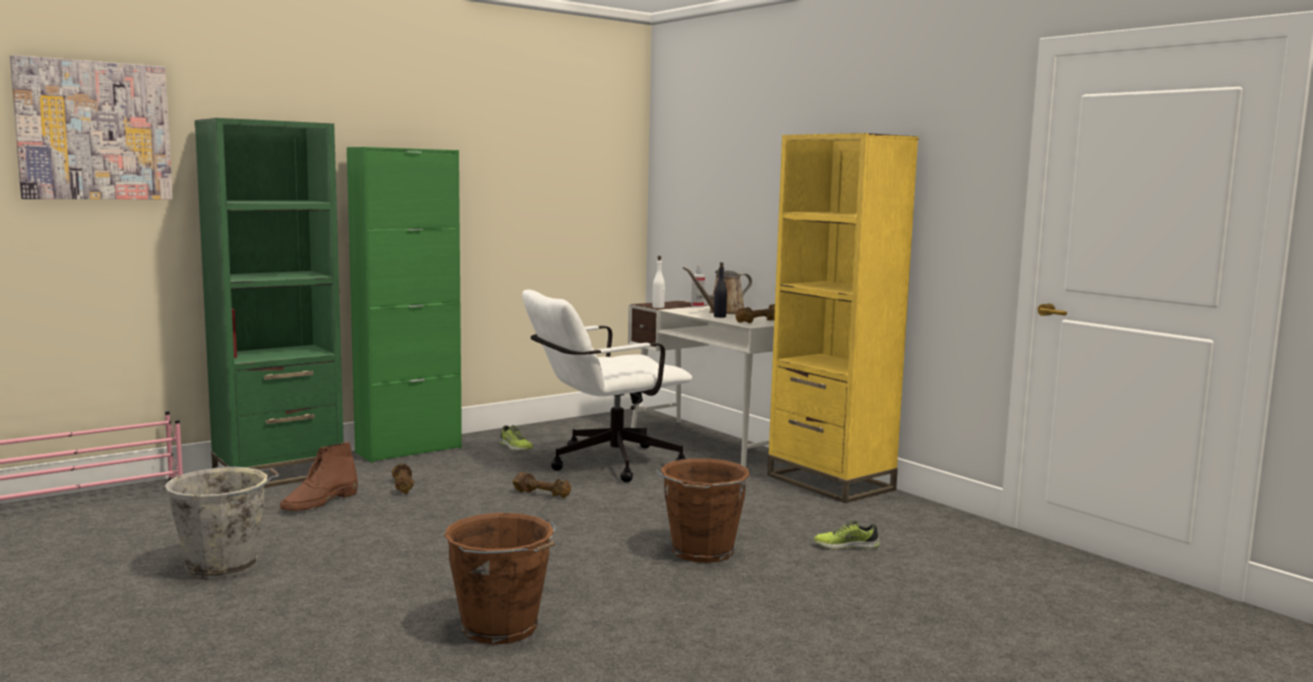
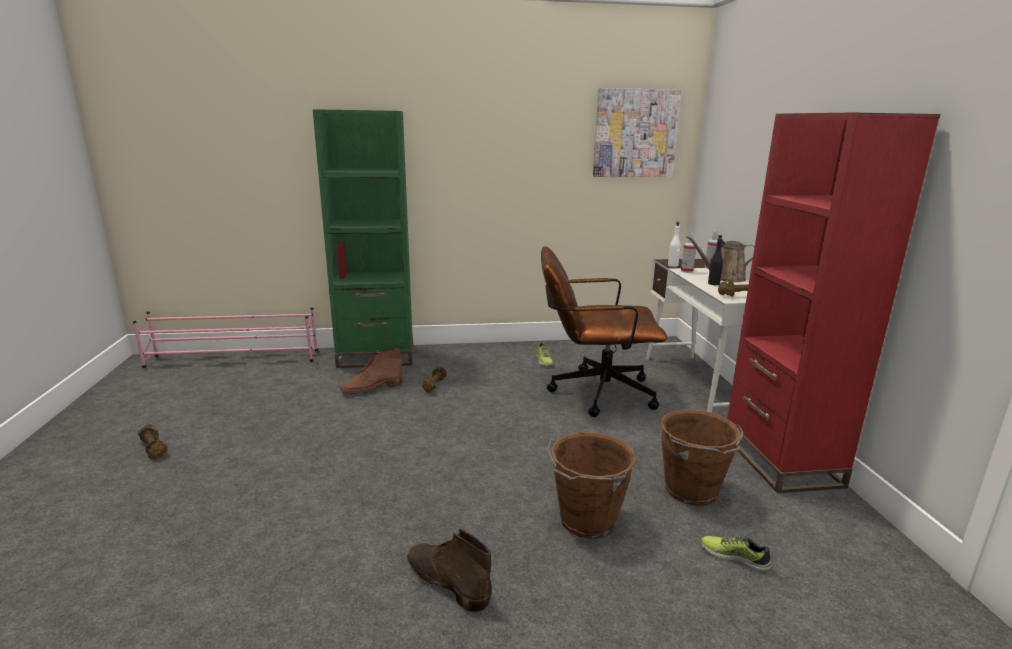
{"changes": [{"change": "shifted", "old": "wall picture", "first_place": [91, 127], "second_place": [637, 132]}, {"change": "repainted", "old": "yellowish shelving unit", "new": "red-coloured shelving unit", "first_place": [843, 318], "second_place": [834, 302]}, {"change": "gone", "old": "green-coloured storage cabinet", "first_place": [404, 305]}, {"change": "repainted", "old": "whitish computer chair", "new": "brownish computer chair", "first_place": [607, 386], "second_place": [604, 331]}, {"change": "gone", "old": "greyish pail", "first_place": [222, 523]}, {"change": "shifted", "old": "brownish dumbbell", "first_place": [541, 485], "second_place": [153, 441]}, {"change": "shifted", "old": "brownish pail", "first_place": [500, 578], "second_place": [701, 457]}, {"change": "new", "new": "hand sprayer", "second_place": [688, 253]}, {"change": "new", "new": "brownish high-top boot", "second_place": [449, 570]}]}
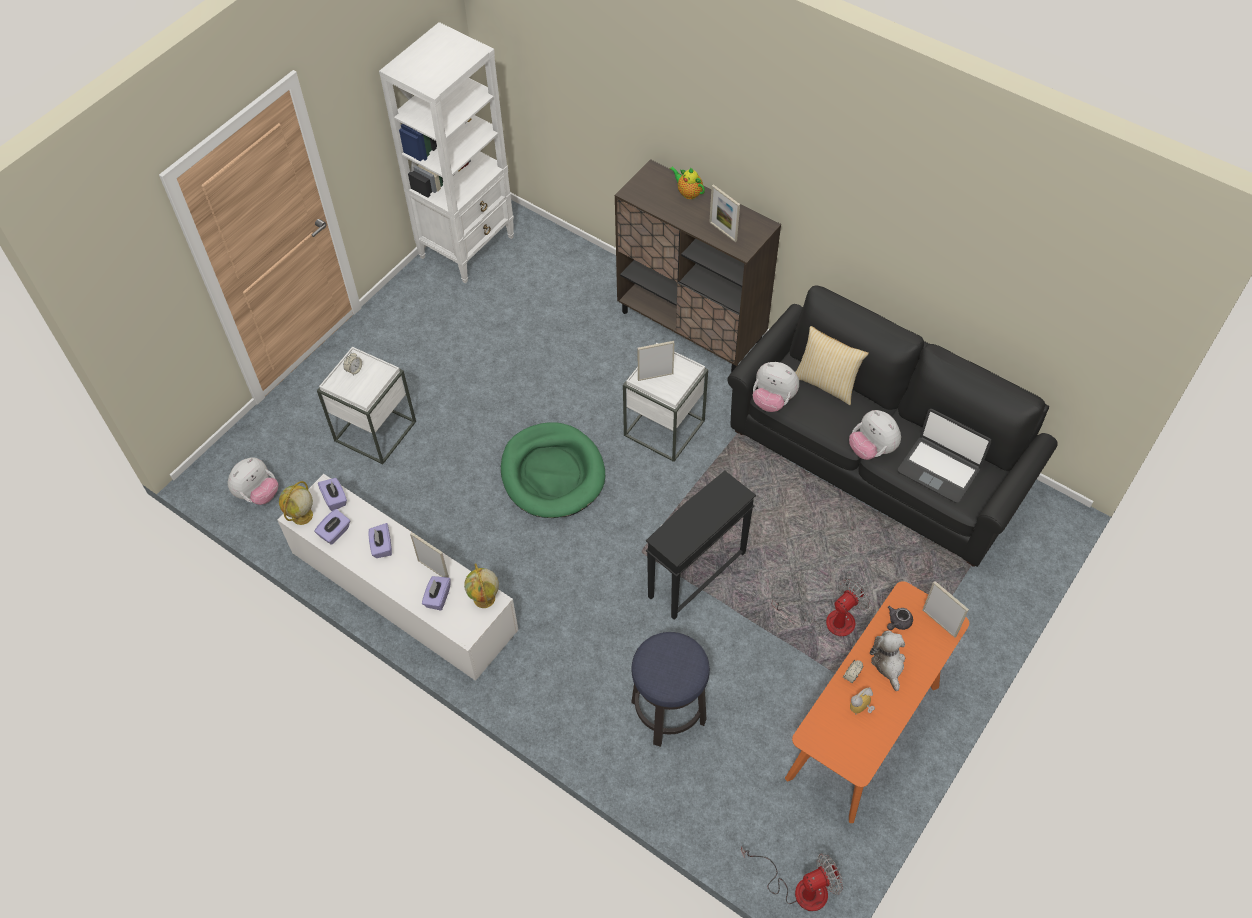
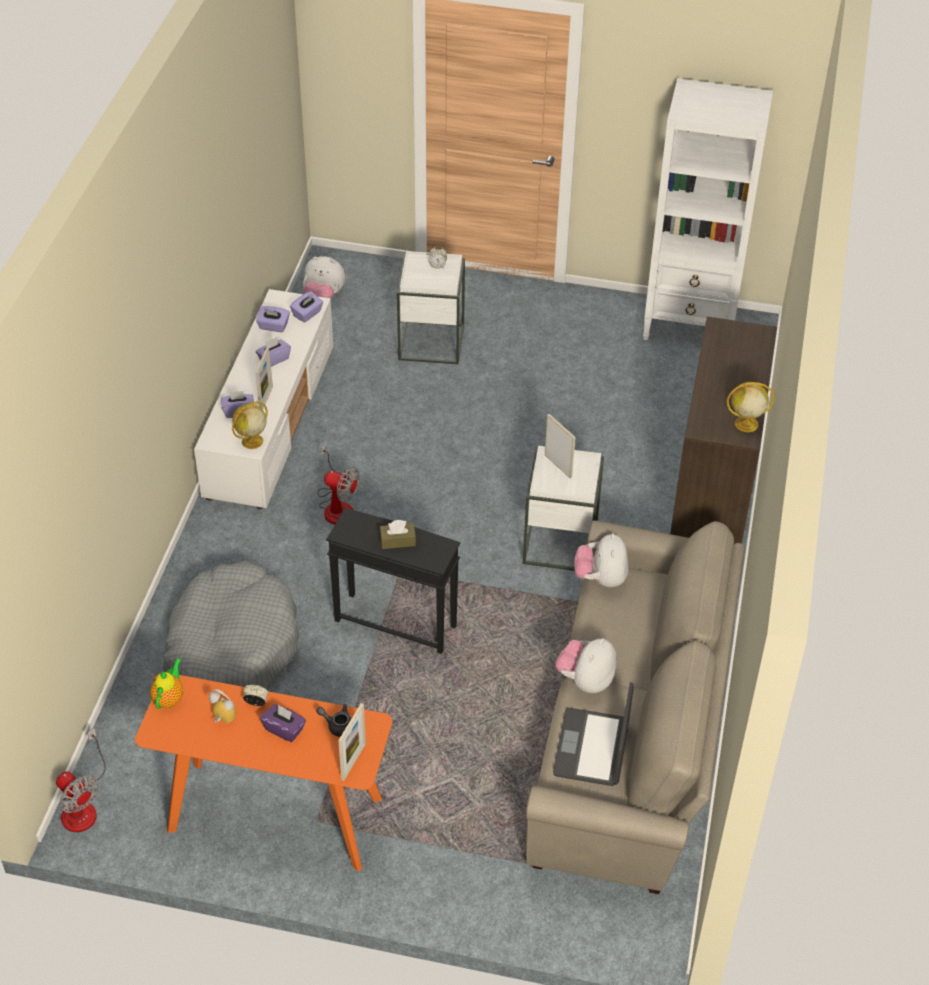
{"changes": [{"change": "shifted", "old": "pot for tea", "first_place": [687, 183], "second_place": [166, 683]}, {"change": "gone", "old": "picture frame", "first_place": [724, 213]}, {"change": "repainted", "old": "black-coloured settee", "new": "beige-coloured settee", "first_place": [892, 426], "second_place": [635, 707]}, {"change": "gone", "old": "pillow", "first_place": [832, 365]}, {"change": "gone", "old": "green-coloured pet bed", "first_place": [553, 470]}, {"change": "shifted", "old": "desk globe", "first_place": [296, 503], "second_place": [751, 407]}, {"change": "shifted", "old": "fan", "first_place": [820, 607], "second_place": [338, 484]}, {"change": "swapped", "old": "plush toy", "new": "purple-coloured box of tissues", "first_place": [887, 660], "second_place": [283, 723]}, {"change": "swapped", "old": "sitting stool", "new": "greyish pet bed", "first_place": [670, 689], "second_place": [231, 625]}, {"change": "new", "new": "brownish box of tissues", "second_place": [398, 534]}]}
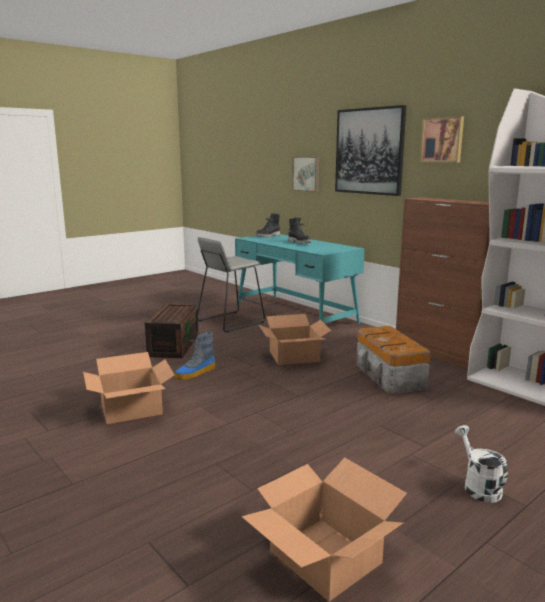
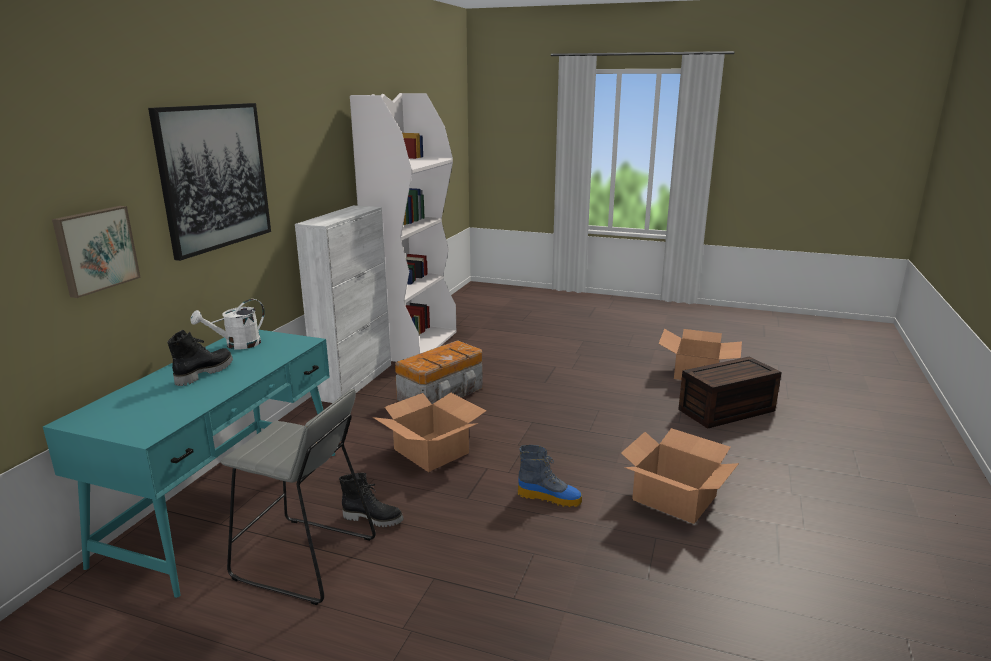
{"changes": [{"change": "gone", "old": "wall picture", "first_place": [442, 139]}, {"change": "repainted", "old": "brownish storage cabinet", "new": "whitish storage cabinet", "first_place": [443, 282], "second_place": [343, 304]}, {"change": "shifted", "old": "black-coloured high-top boot", "first_place": [268, 225], "second_place": [371, 500]}, {"change": "shifted", "old": "brownish storage box", "first_place": [172, 330], "second_place": [730, 393]}, {"change": "shifted", "old": "whitish watering pot", "first_place": [481, 464], "second_place": [227, 324]}]}
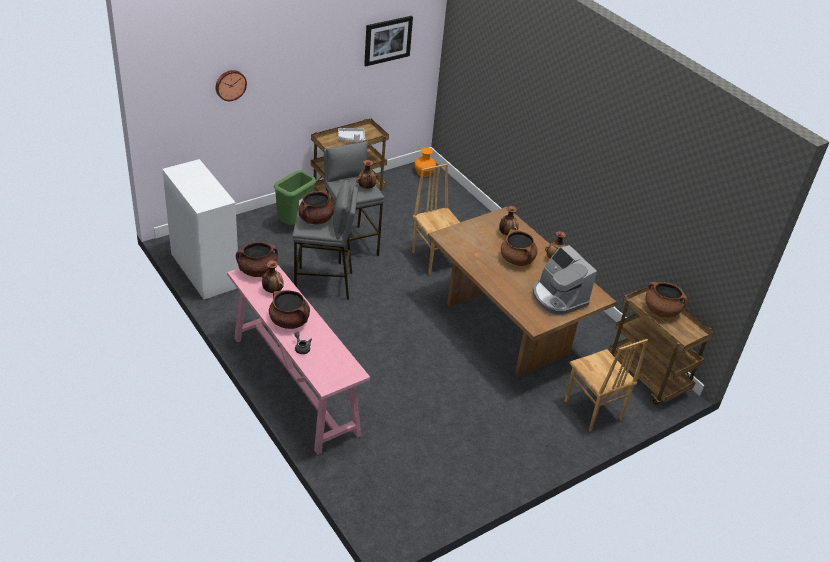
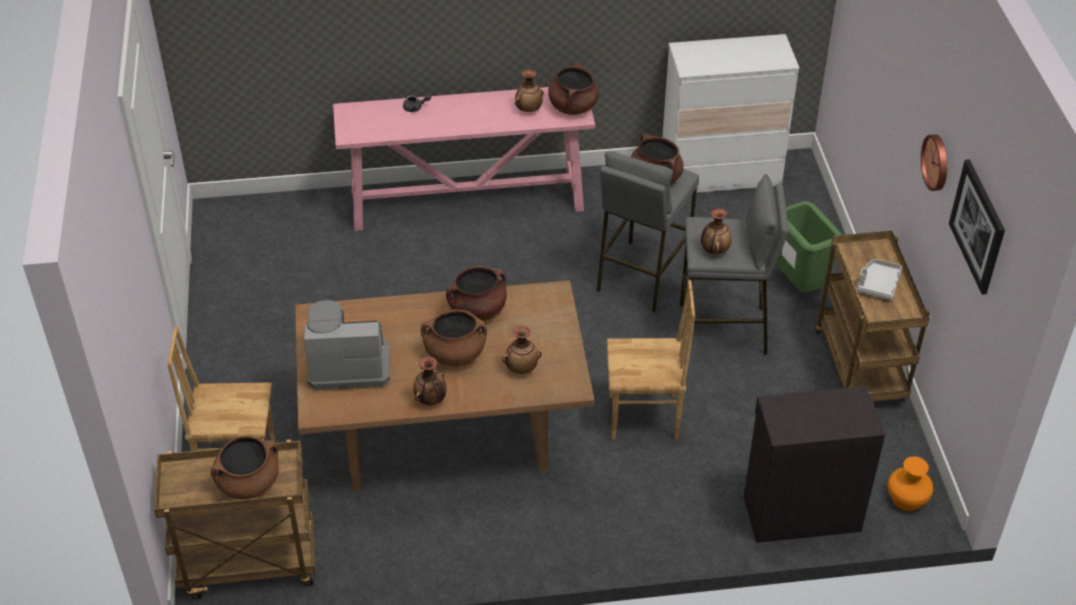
{"changes": [{"change": "shifted", "old": "clock on the wall", "first_place": [231, 85], "second_place": [934, 162]}, {"change": "shifted", "old": "brownish stockpot", "first_place": [289, 309], "second_place": [476, 293]}, {"change": "new", "new": "black-coloured storage cabinet", "second_place": [814, 464]}]}
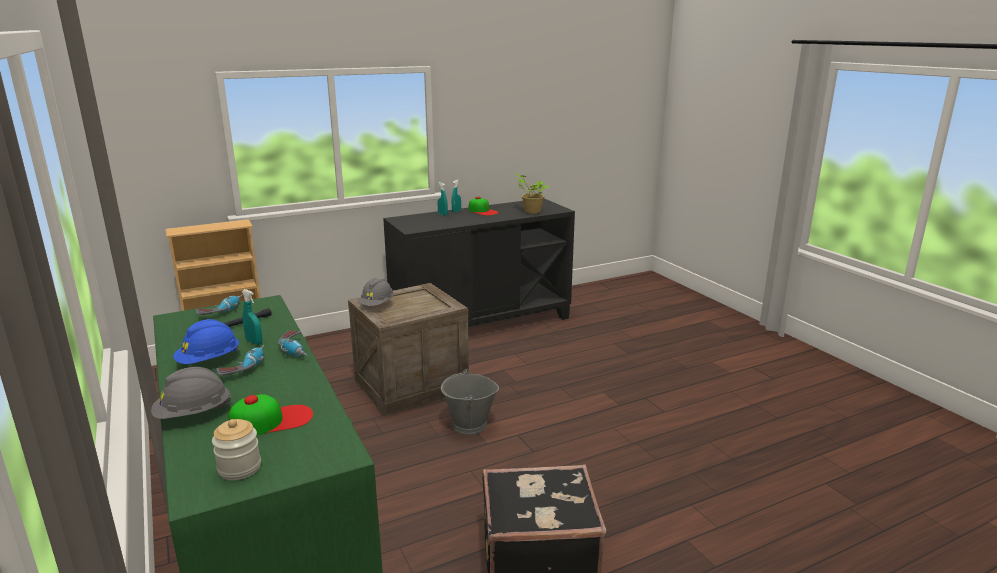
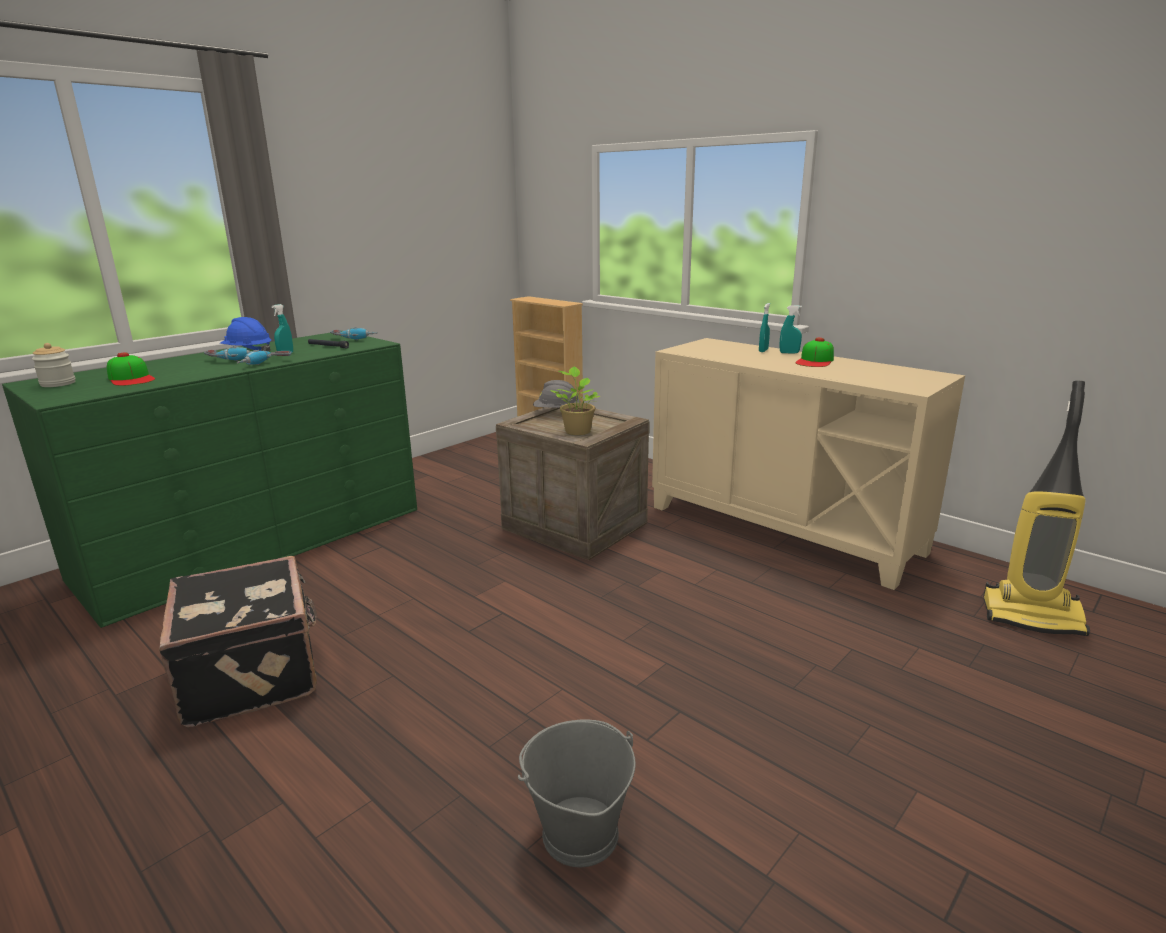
{"changes": [{"change": "shifted", "old": "potted plant", "first_place": [532, 193], "second_place": [575, 400]}, {"change": "repainted", "old": "black-coloured storage cabinet", "new": "beige-coloured storage cabinet", "first_place": [479, 263], "second_place": [808, 464]}, {"change": "gone", "old": "greyish work helmet", "first_place": [191, 393]}, {"change": "shifted", "old": "greyish pail", "first_place": [470, 402], "second_place": [577, 793]}, {"change": "new", "new": "vacuum cleaner", "second_place": [1036, 508]}]}
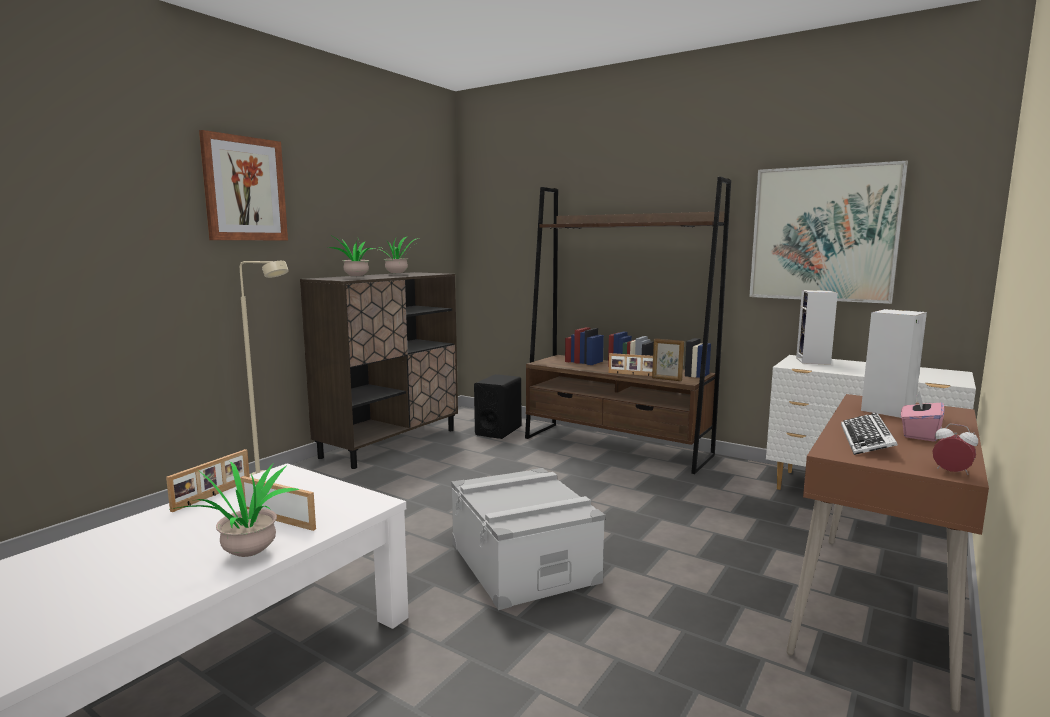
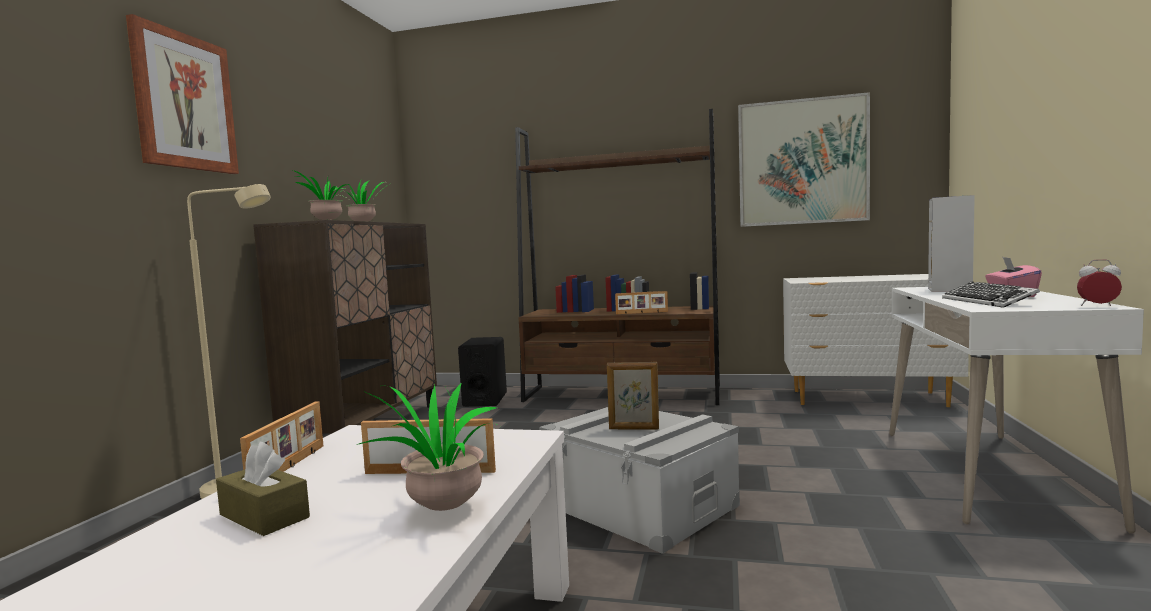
{"changes": [{"change": "gone", "old": "speaker", "first_place": [817, 327]}, {"change": "shifted", "old": "picture frame", "first_place": [668, 359], "second_place": [633, 396]}, {"change": "repainted", "old": "brownish desk unit", "new": "whitish desk unit", "first_place": [887, 553], "second_place": [1016, 410]}, {"change": "new", "new": "brownish box of tissues", "second_place": [263, 488]}]}
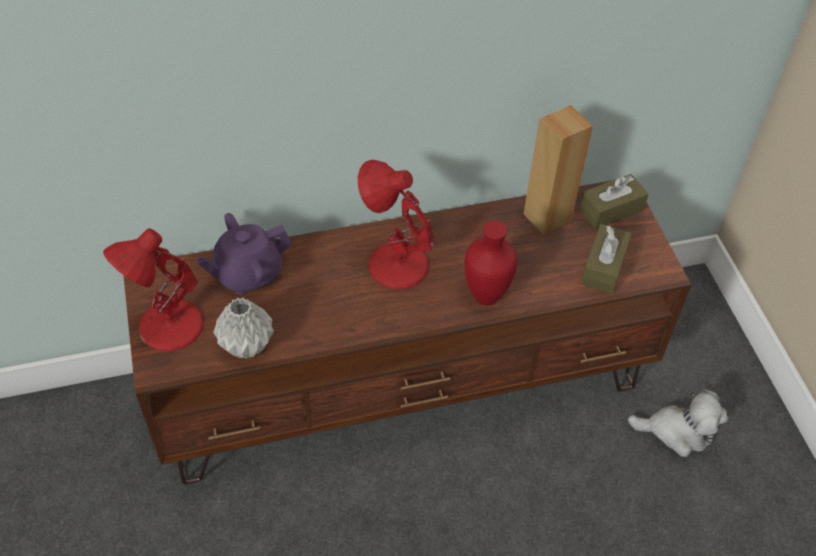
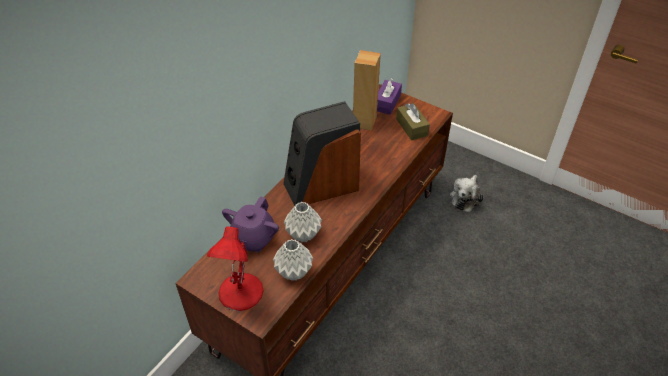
{"changes": [{"change": "swapped", "old": "red-coloured table lamp", "new": "speaker", "first_place": [396, 224], "second_place": [322, 153]}, {"change": "repainted", "old": "brownish box of tissues", "new": "purple-coloured box of tissues", "first_place": [614, 201], "second_place": [389, 96]}, {"change": "gone", "old": "red-coloured vase", "first_place": [491, 263]}, {"change": "rotated", "old": "plush toy", "first_place": [678, 423], "second_place": [467, 194], "degrees": 150}, {"change": "new", "new": "greyish vase", "second_place": [303, 222]}]}
